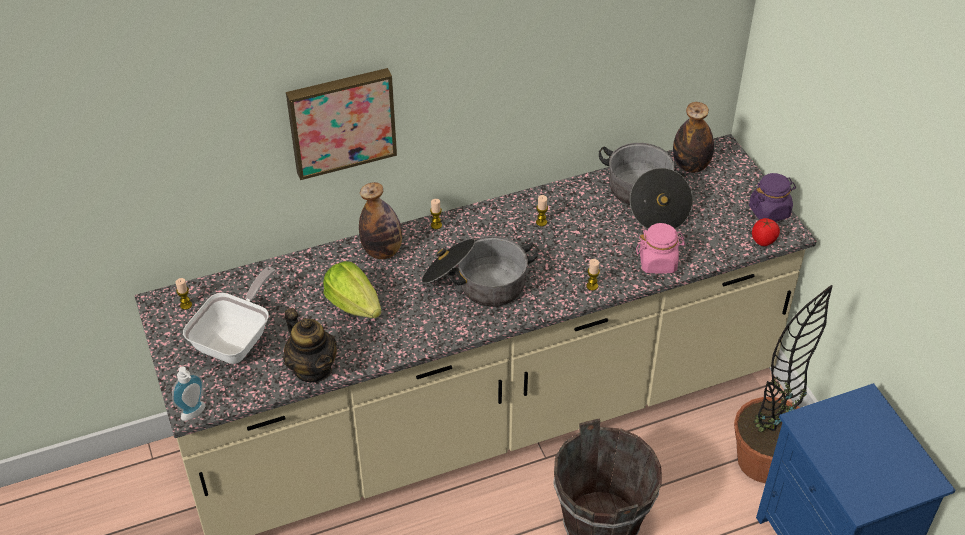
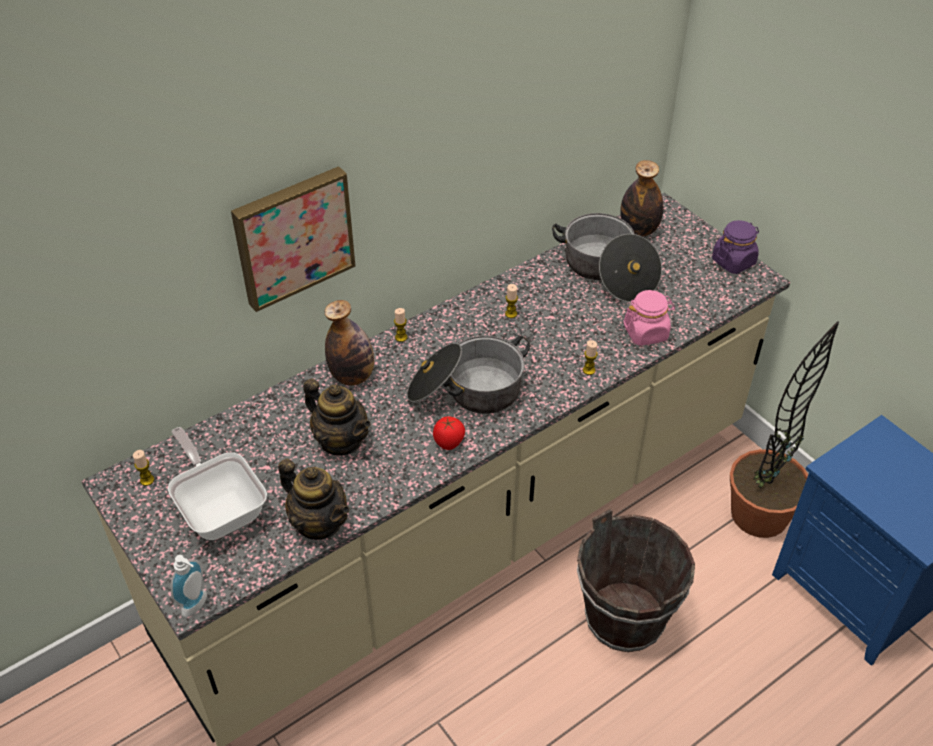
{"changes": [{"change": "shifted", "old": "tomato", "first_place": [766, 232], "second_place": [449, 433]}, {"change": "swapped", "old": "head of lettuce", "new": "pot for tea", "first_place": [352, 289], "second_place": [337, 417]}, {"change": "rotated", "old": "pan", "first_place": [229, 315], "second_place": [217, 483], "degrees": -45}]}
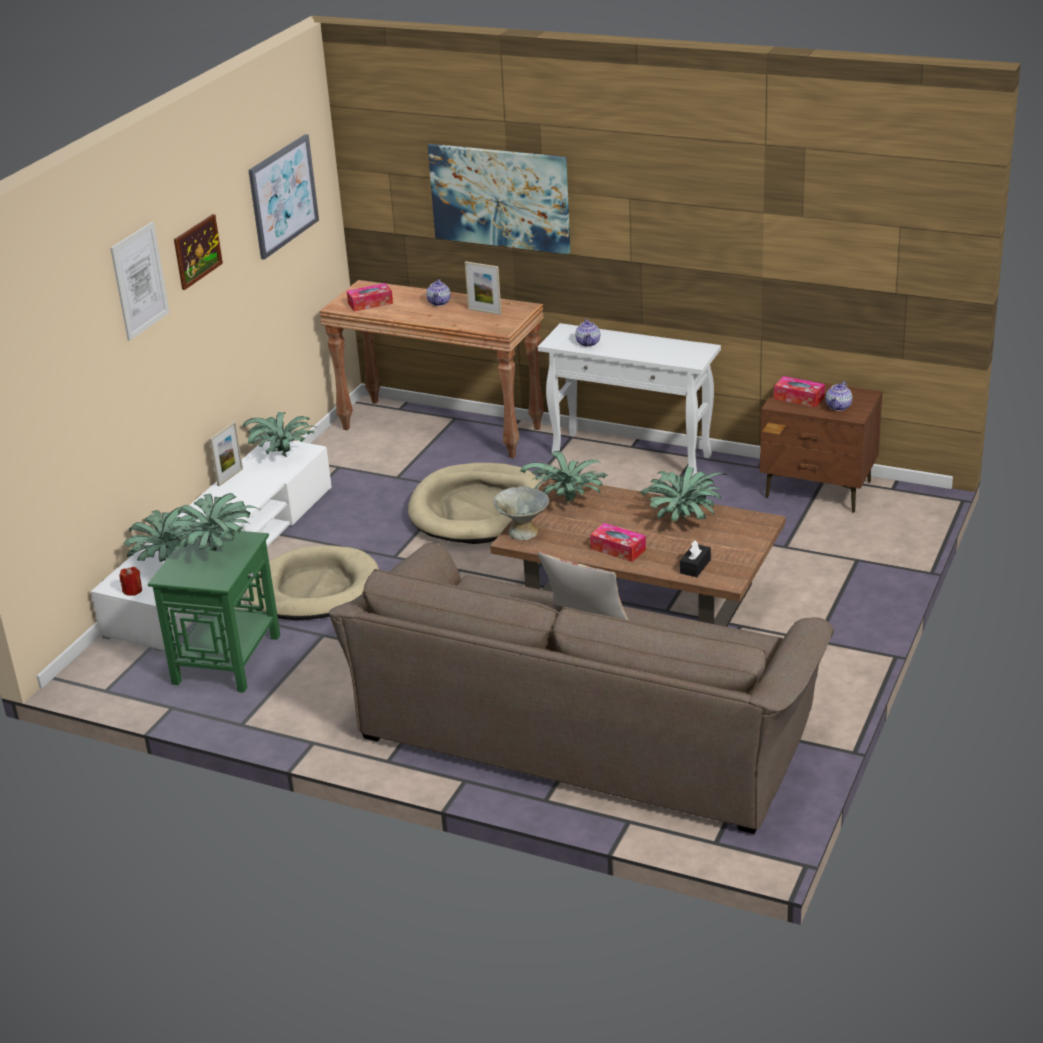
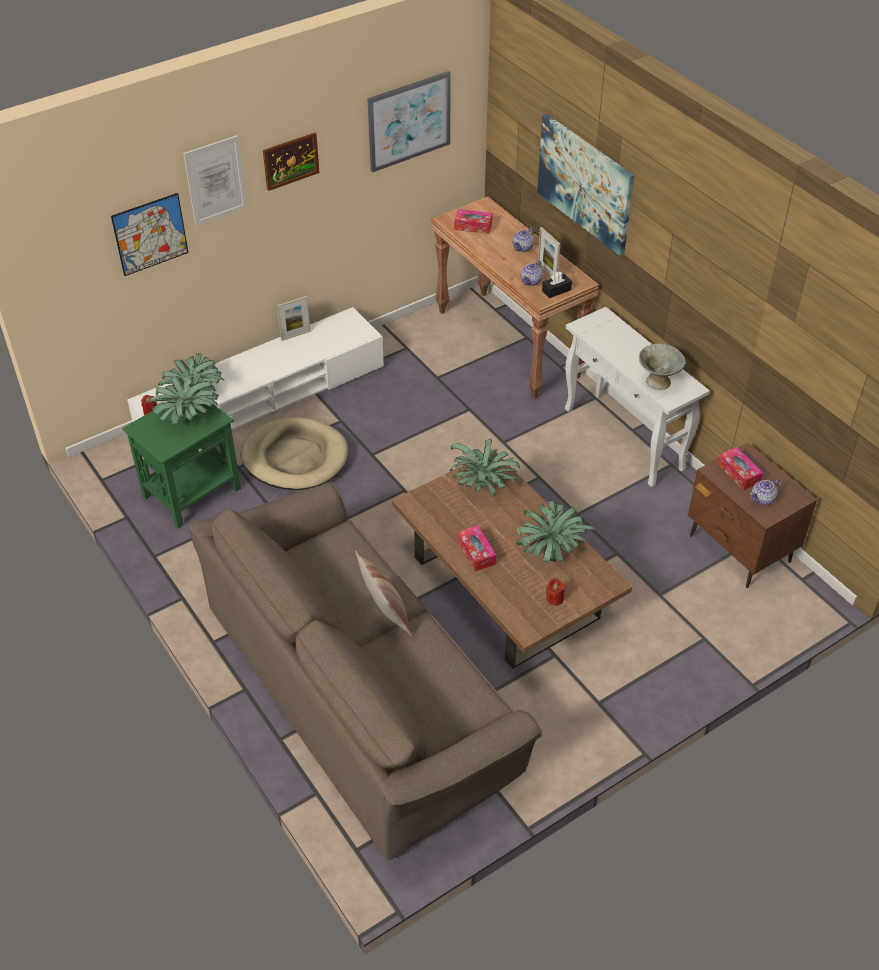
{"changes": [{"change": "shifted", "old": "pot for tea", "first_place": [587, 333], "second_place": [532, 273]}, {"change": "gone", "old": "potted plant", "first_place": [279, 434]}, {"change": "gone", "old": "beige-coloured pet bed", "first_place": [474, 503]}, {"change": "shifted", "old": "greyish bowl", "first_place": [521, 513], "second_place": [662, 367]}, {"change": "shifted", "old": "black-coloured box of tissues", "first_place": [695, 559], "second_place": [557, 285]}, {"change": "new", "new": "wall picture", "second_place": [150, 234]}, {"change": "new", "new": "red-coloured candle", "second_place": [555, 592]}]}
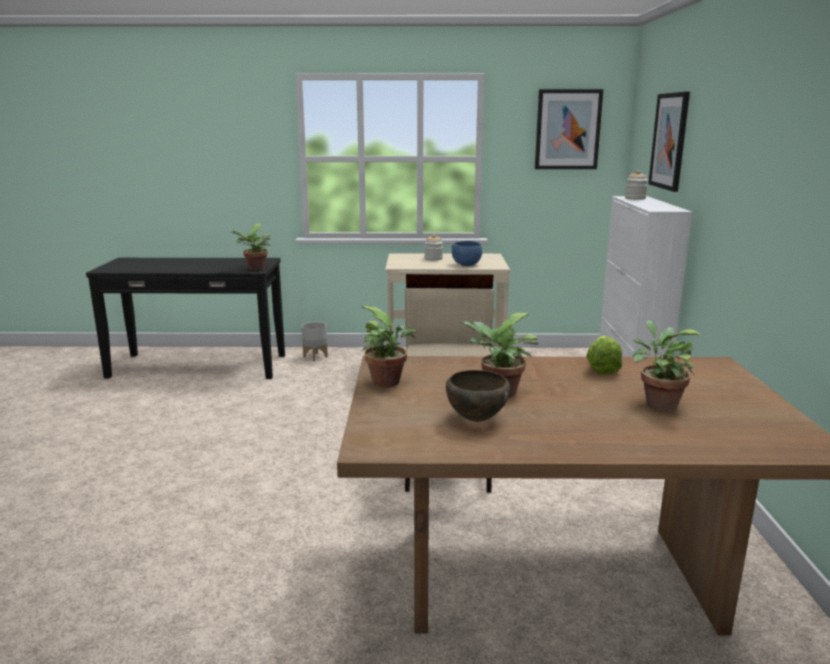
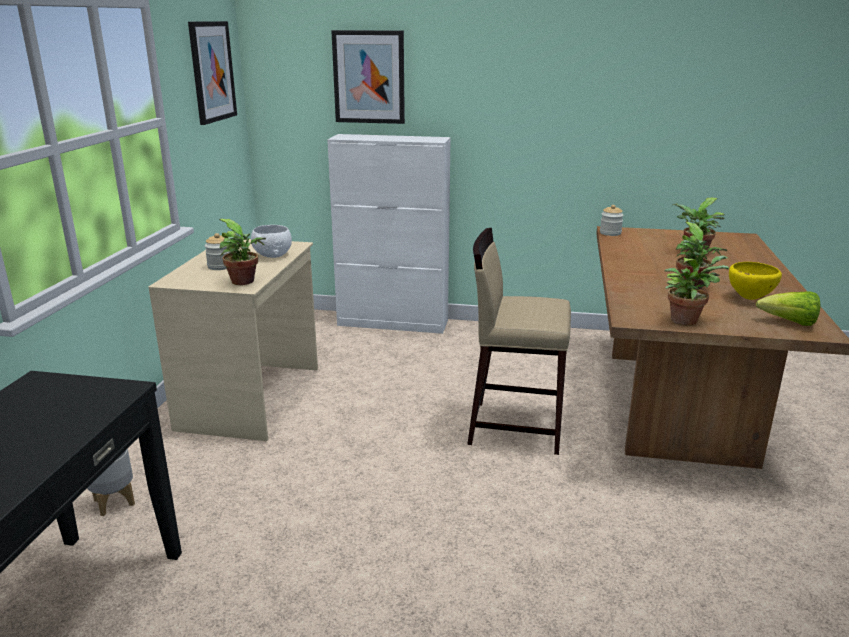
{"changes": [{"change": "shifted", "old": "preserve jar", "first_place": [636, 185], "second_place": [612, 220]}, {"change": "shifted", "old": "potted plant", "first_place": [250, 247], "second_place": [242, 252]}, {"change": "repainted", "old": "bluish bowl", "new": "whitish bowl", "first_place": [466, 253], "second_place": [271, 241]}, {"change": "shifted", "old": "head of lettuce", "first_place": [604, 355], "second_place": [788, 308]}, {"change": "repainted", "old": "brownish bowl", "new": "yellowish bowl", "first_place": [478, 396], "second_place": [755, 281]}]}
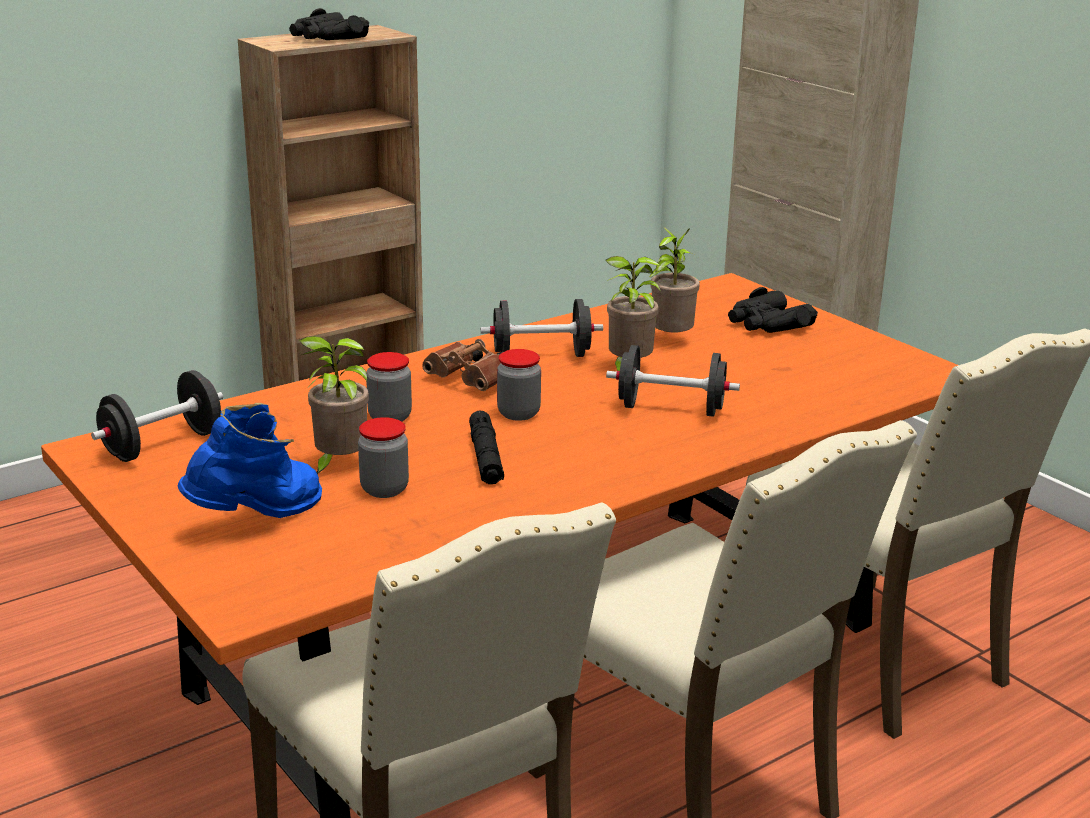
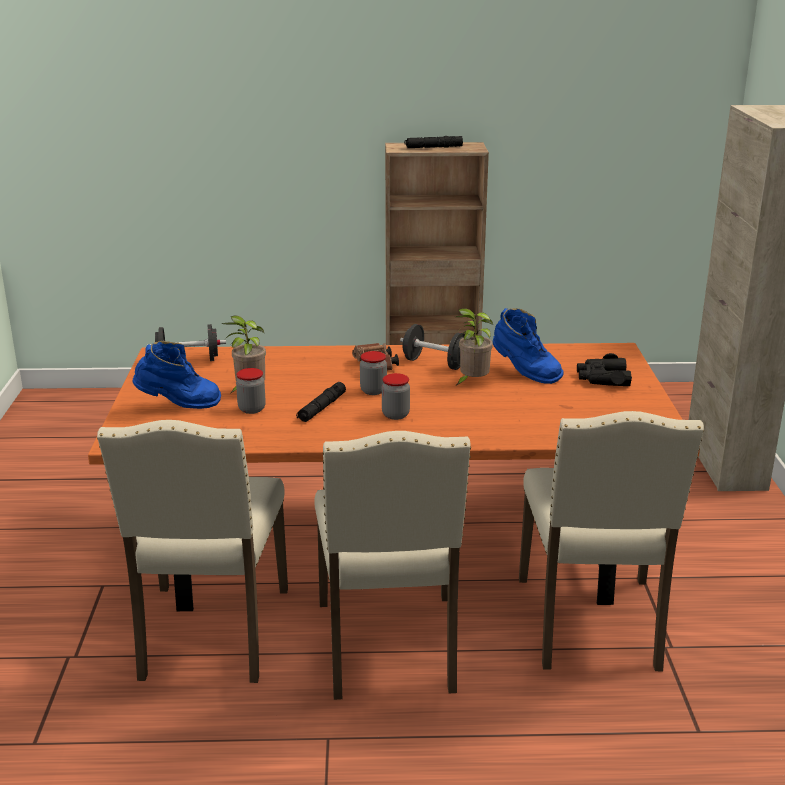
{"changes": [{"change": "swapped", "old": "black-coloured binoculars", "new": "black-coloured torch", "first_place": [329, 24], "second_place": [434, 142]}, {"change": "swapped", "old": "potted plant", "new": "bluish high-top boot", "first_place": [674, 280], "second_place": [528, 346]}, {"change": "gone", "old": "black-coloured dumbbell", "first_place": [673, 381]}, {"change": "shifted", "old": "preserve jar", "first_place": [389, 387], "second_place": [396, 396]}]}
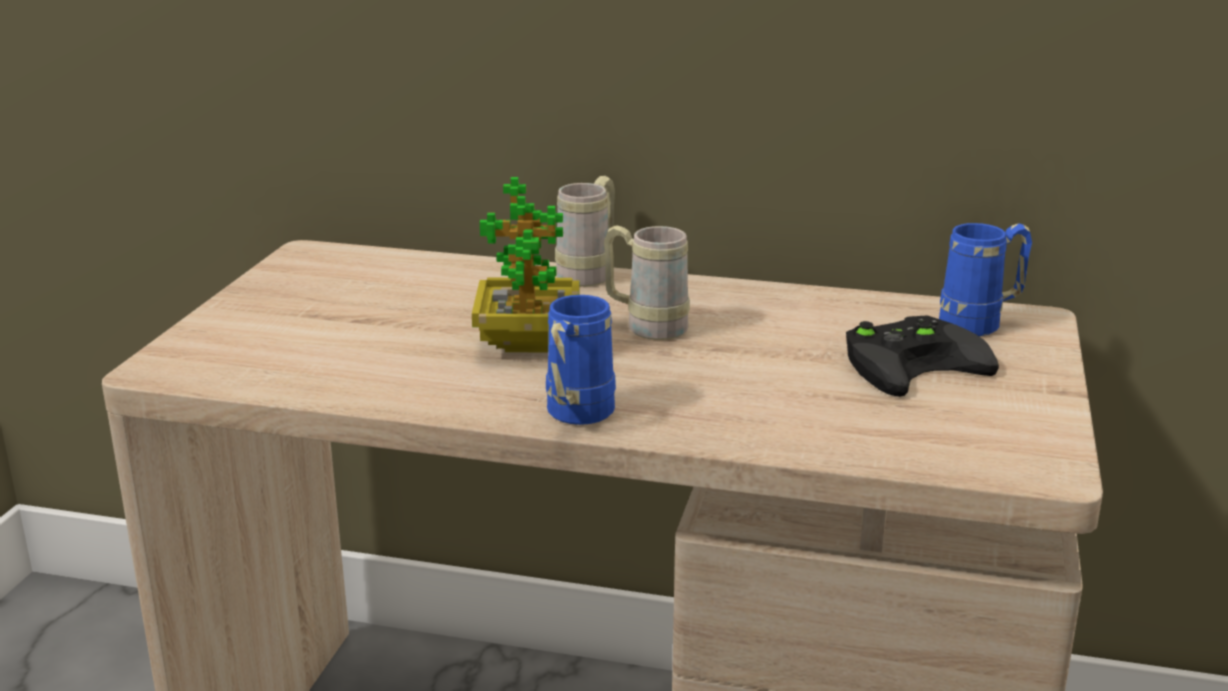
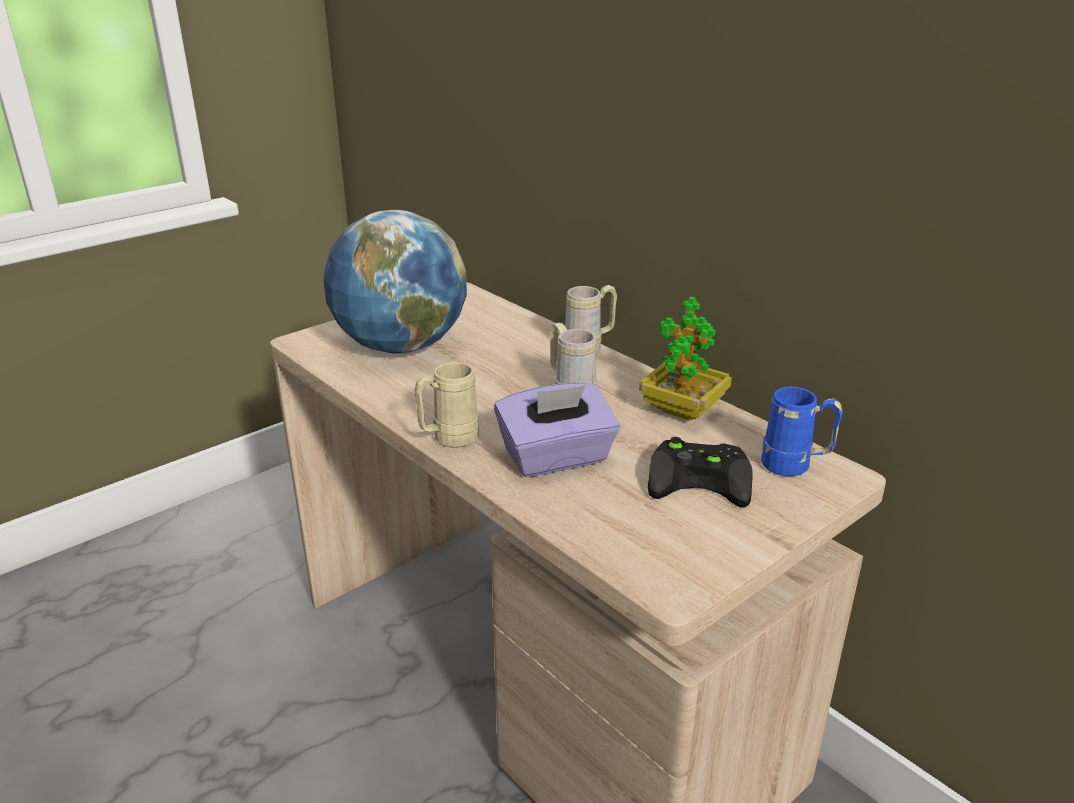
{"changes": [{"change": "shifted", "old": "potted plant", "first_place": [526, 264], "second_place": [685, 359]}, {"change": "repainted", "old": "bluish mug", "new": "beige-coloured mug", "first_place": [581, 360], "second_place": [446, 405]}, {"change": "new", "new": "desk globe", "second_place": [395, 282]}, {"change": "new", "new": "purple-coloured box of tissues", "second_place": [557, 430]}]}
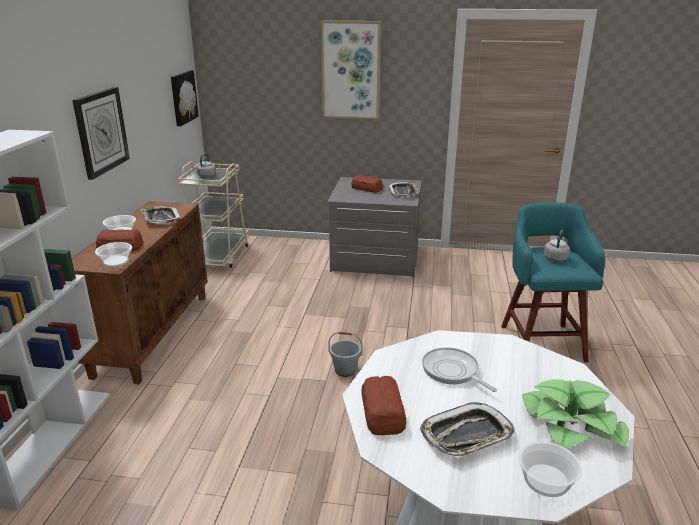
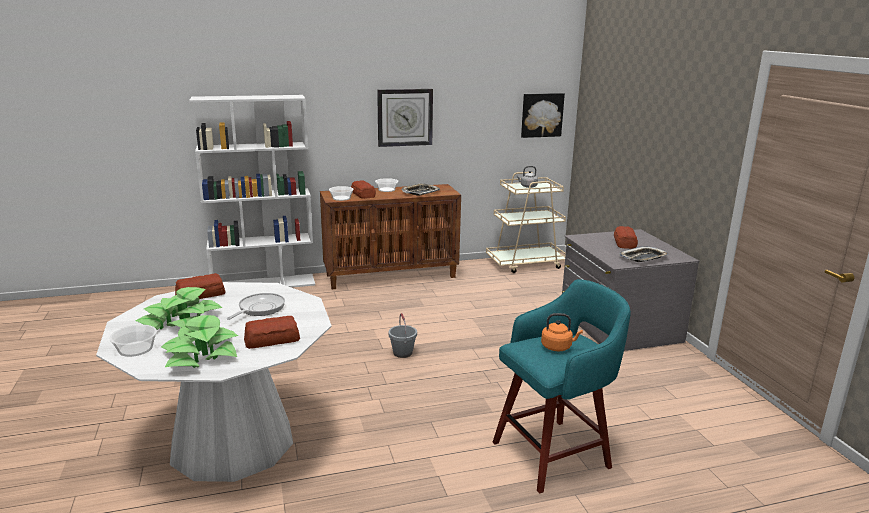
{"changes": [{"change": "gone", "old": "wall picture", "first_place": [351, 69]}, {"change": "repainted", "old": "greyish tea kettle", "new": "orange-coloured tea kettle", "first_place": [557, 246], "second_place": [562, 332]}, {"change": "swapped", "old": "serving tray", "new": "potted plant", "first_place": [467, 430], "second_place": [179, 308]}, {"change": "new", "new": "bread", "second_place": [272, 332]}]}
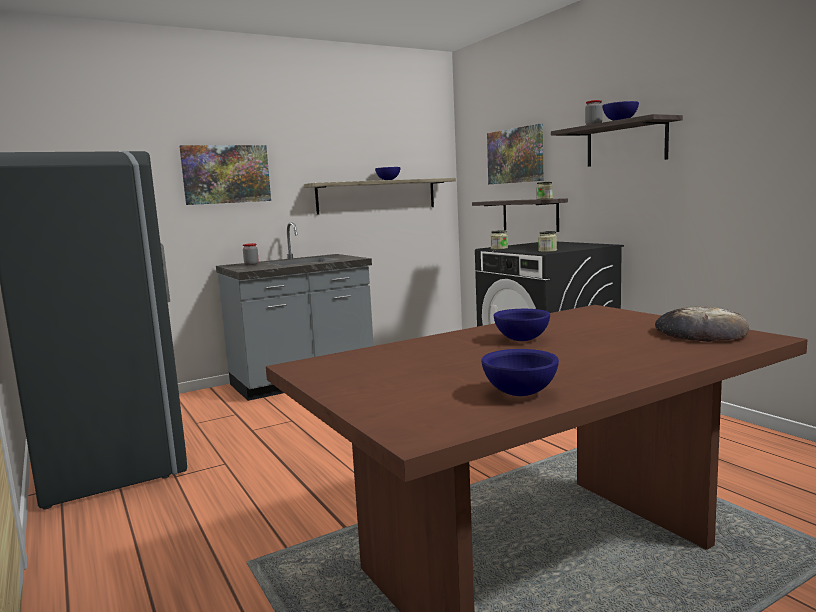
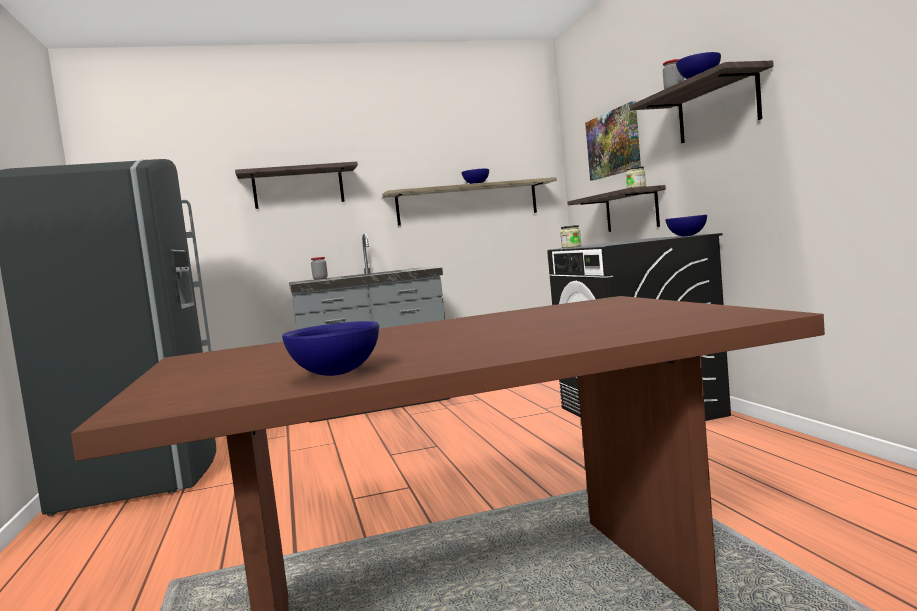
{"changes": [{"change": "swapped", "old": "wall picture", "new": "wall shelf", "first_place": [225, 175], "second_place": [296, 185]}, {"change": "gone", "old": "preserve jar", "first_place": [547, 241]}, {"change": "gone", "old": "bread", "first_place": [702, 324]}, {"change": "shifted", "old": "bluish bowl", "first_place": [522, 325], "second_place": [686, 225]}]}
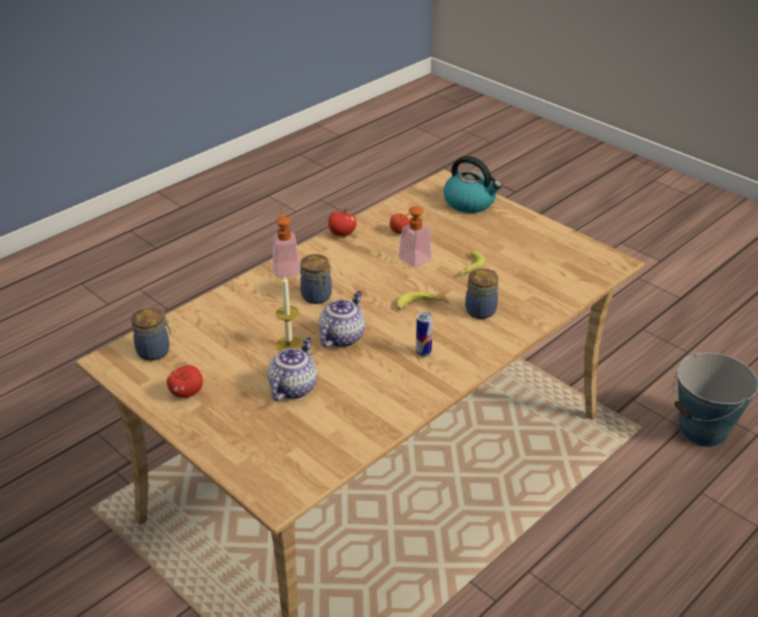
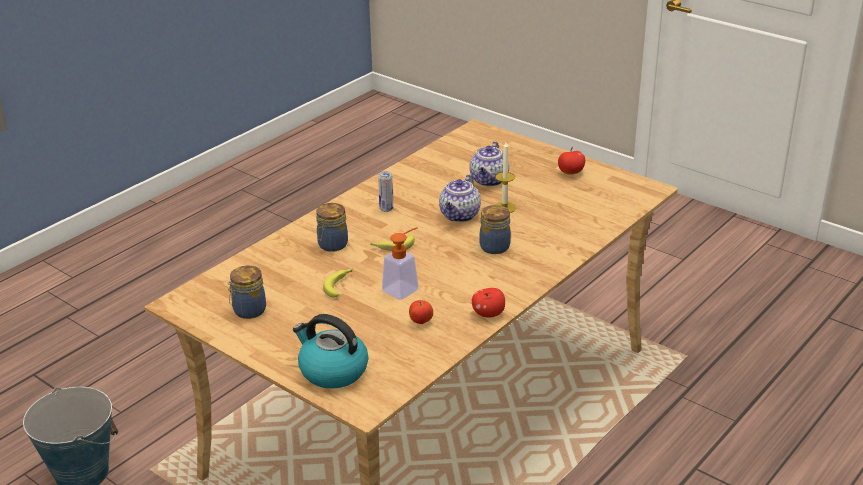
{"changes": [{"change": "gone", "old": "soap dispenser", "first_place": [286, 242]}, {"change": "shifted", "old": "preserve jar", "first_place": [151, 334], "second_place": [247, 292]}]}
